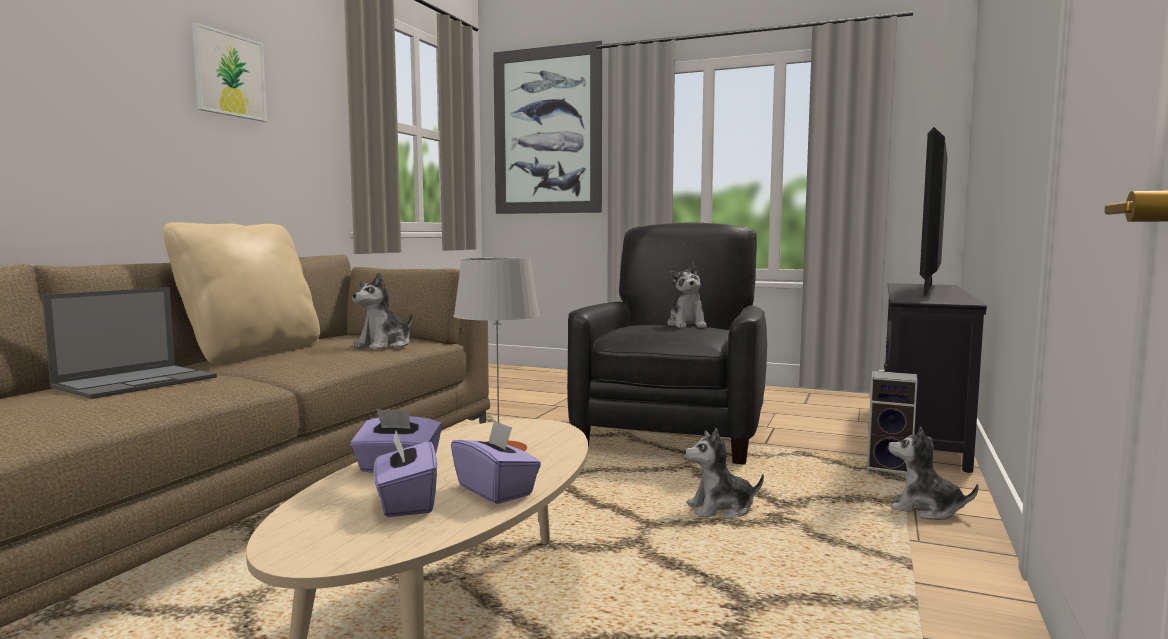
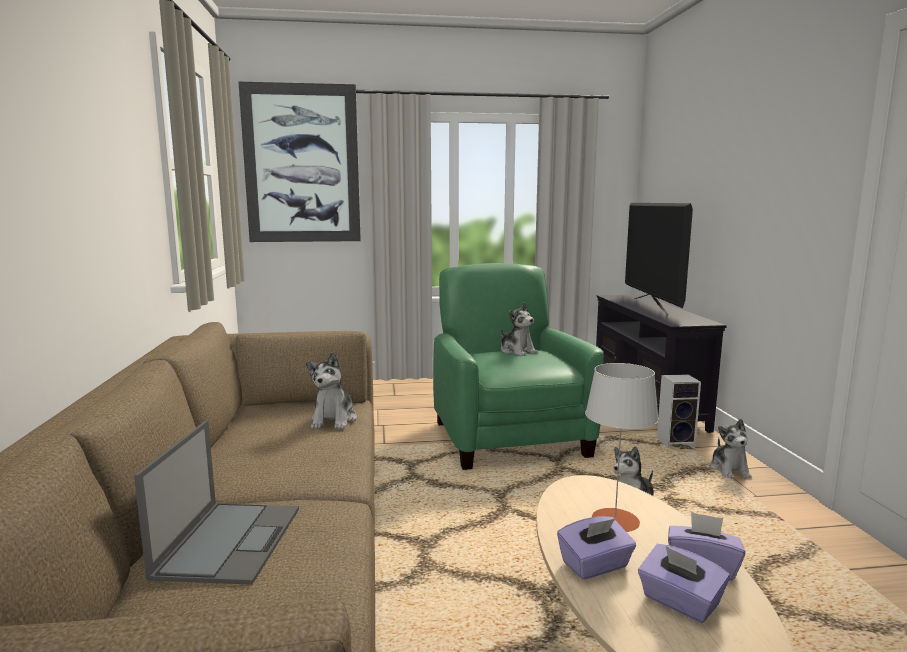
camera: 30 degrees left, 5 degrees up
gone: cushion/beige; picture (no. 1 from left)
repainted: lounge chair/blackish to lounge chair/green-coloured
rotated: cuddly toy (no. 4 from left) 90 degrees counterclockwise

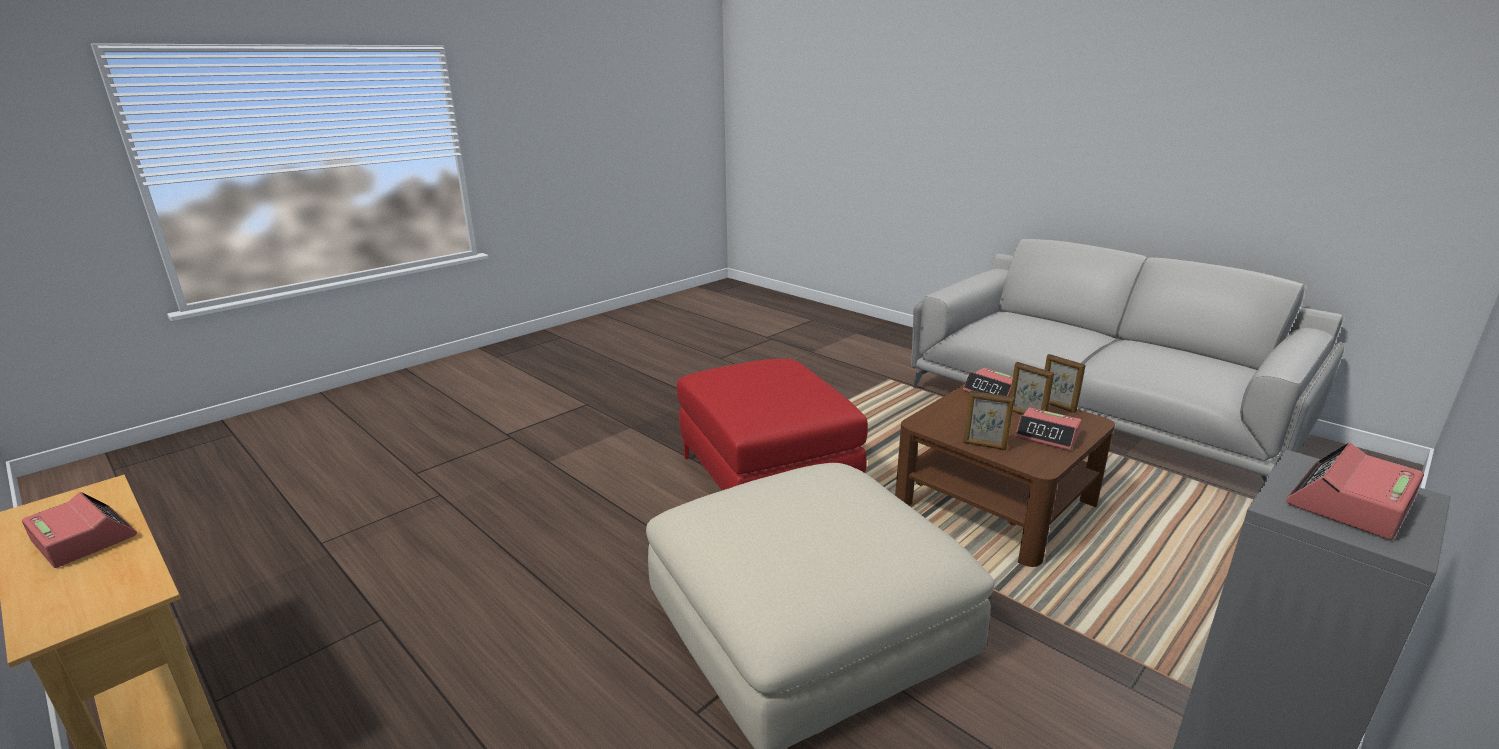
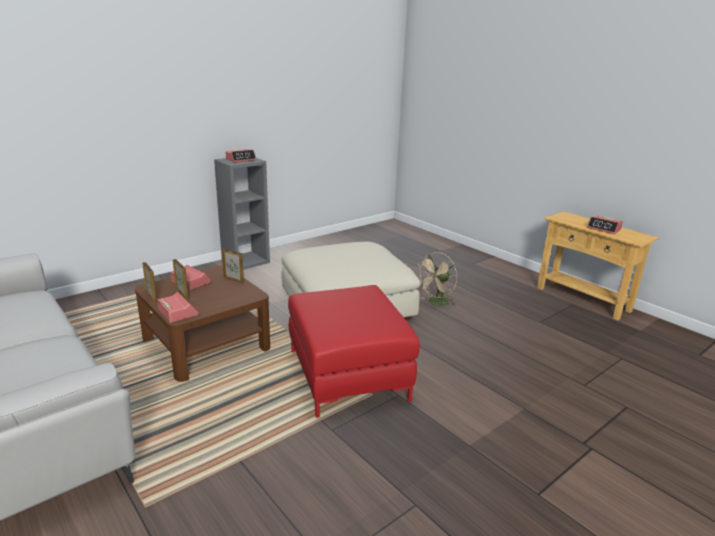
camera: 175 degrees left, 0 degrees up
new: cooling fan/beige

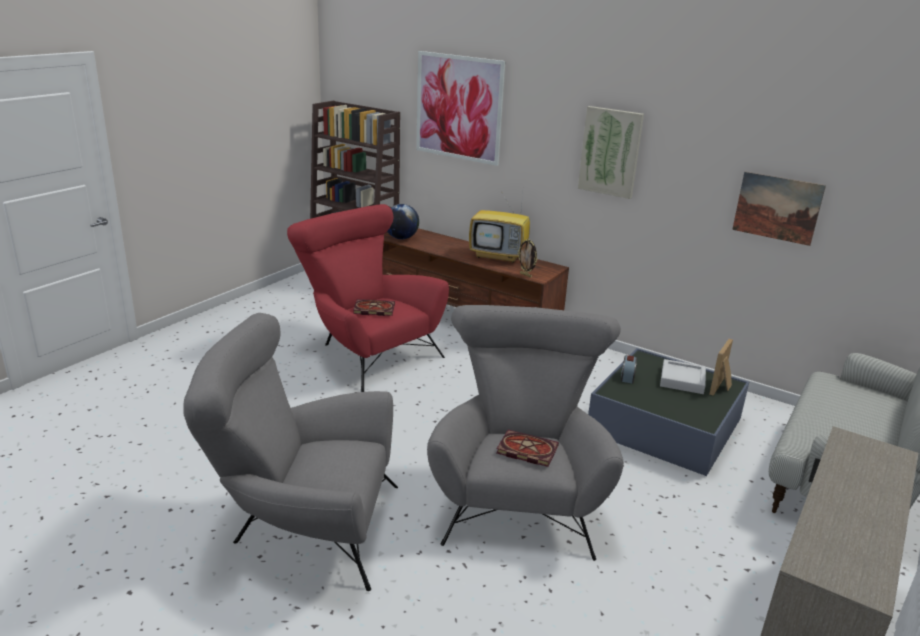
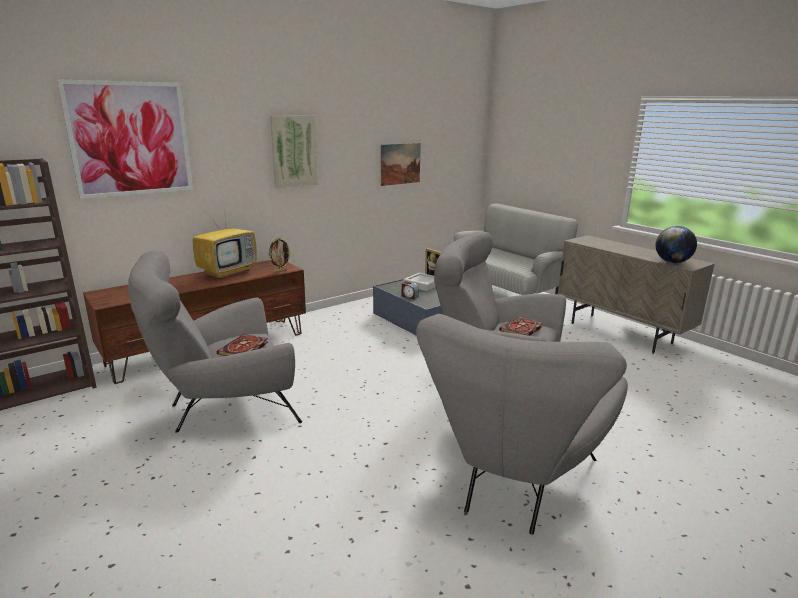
camera: 70 degrees left, 5 degrees down
shifted: desk globe
repainted: lounge chair/red to lounge chair/greyish (no. 1 from left)

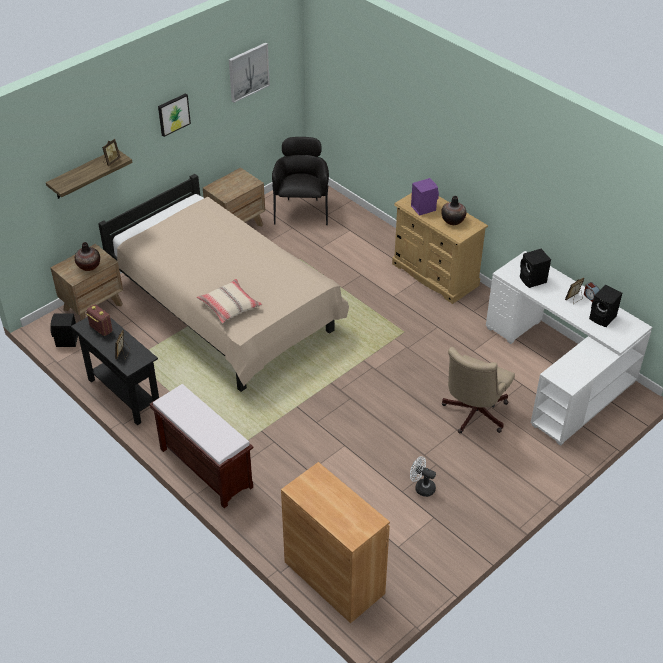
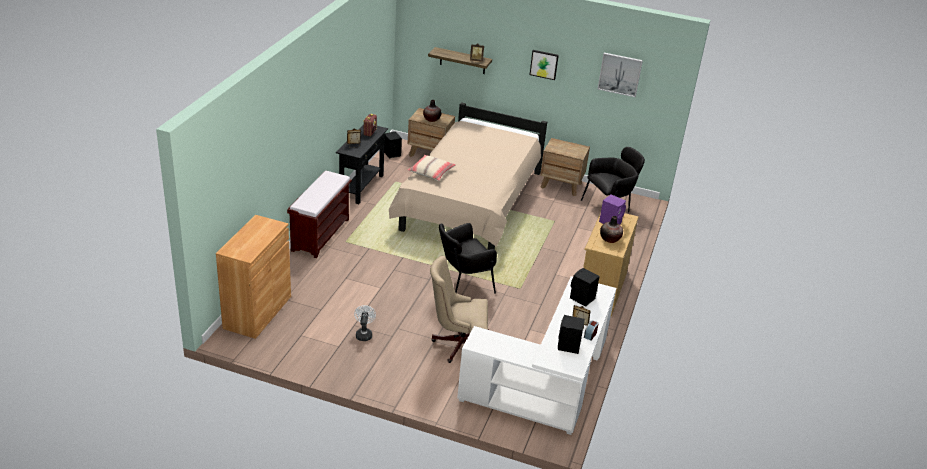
camera: 60 degrees right, 10 degrees down
new: lounge chair/blackish (no. 1 from left)

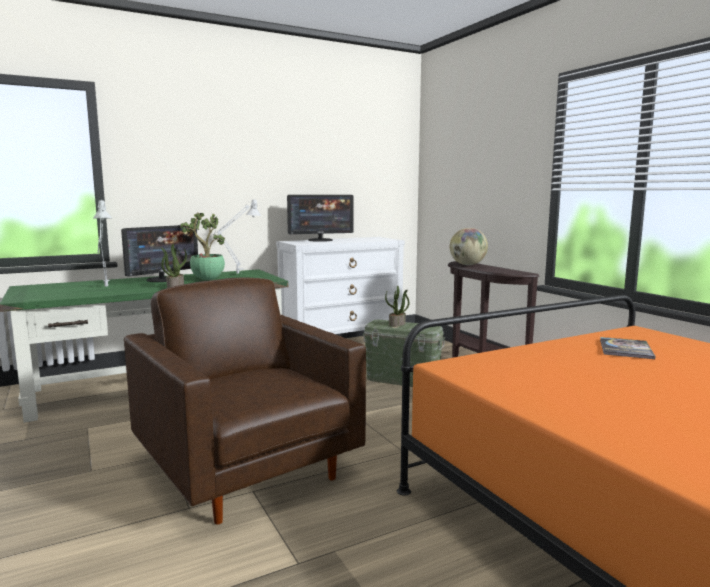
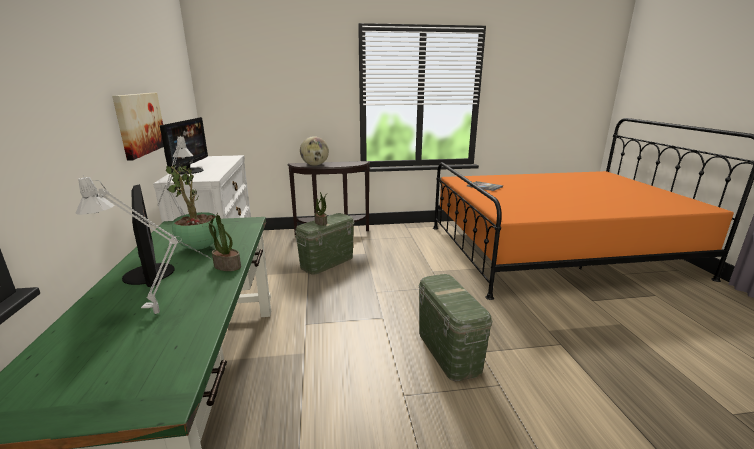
camera: 70 degrees left, 10 degrees up
new: picture
swapped: lounge chair/brown to storage box/green-coloured (no. 2 from left)

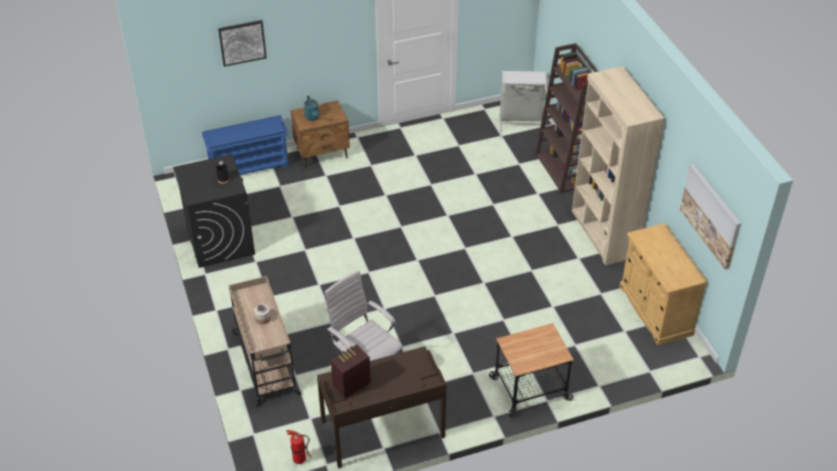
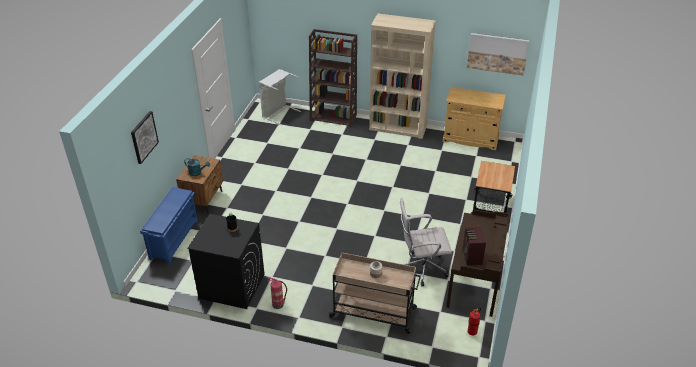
camera: 55 degrees left, 5 degrees down
new: fire-fighting cylinder (no. 1 from left)

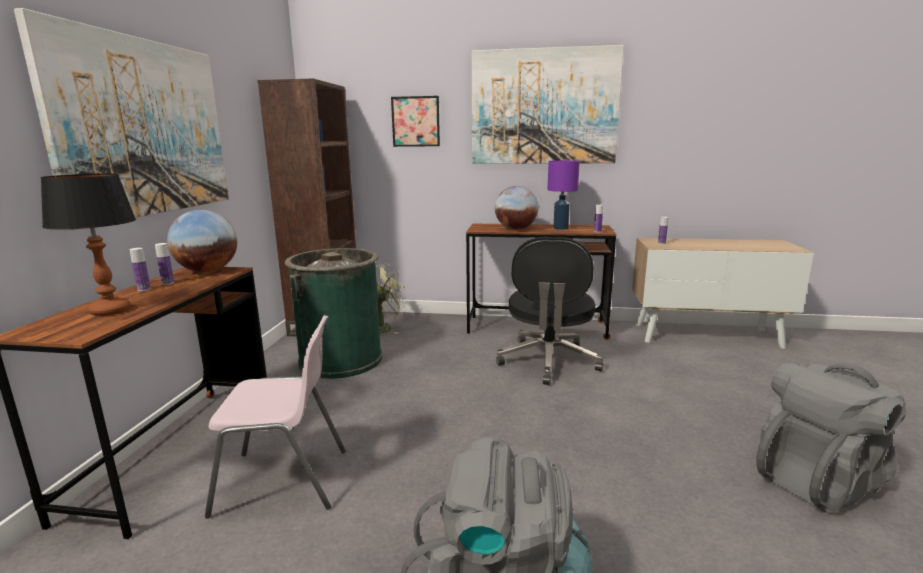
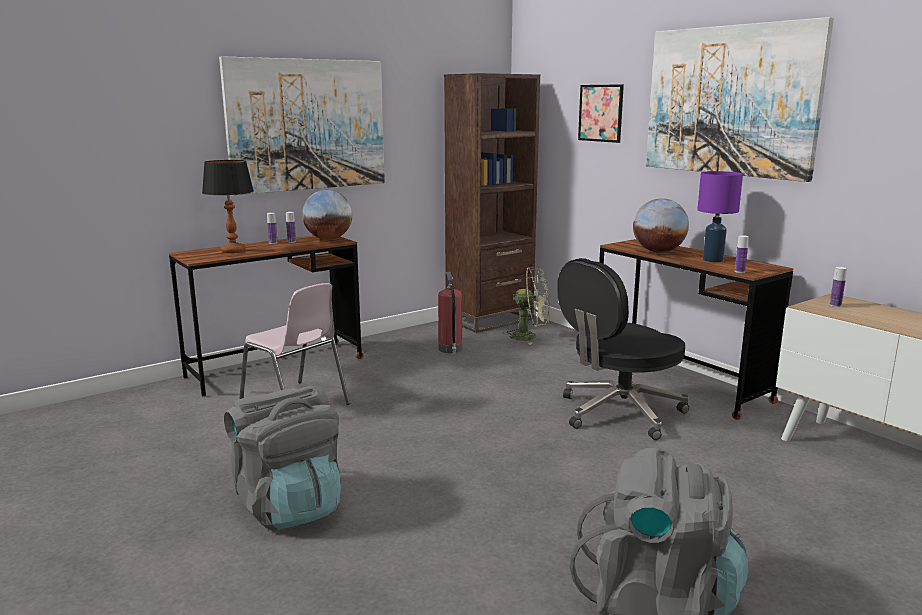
camera: 45 degrees right, 0 degrees up
swapped: rubbish bin/green-coloured to fire-fighting cylinder

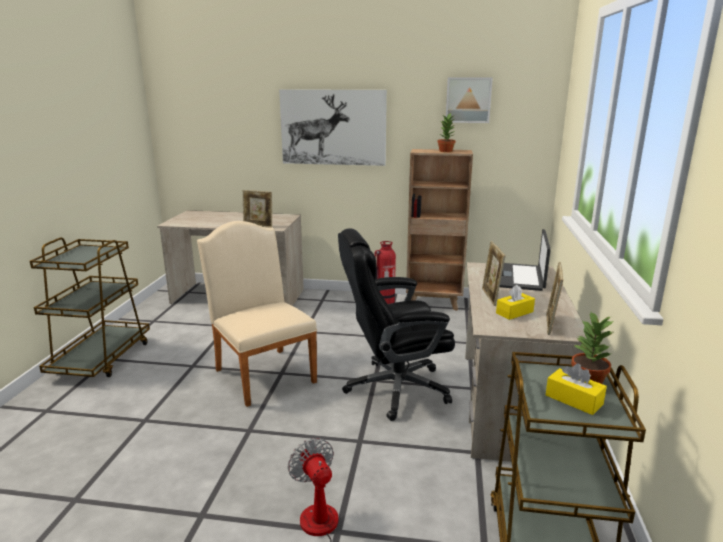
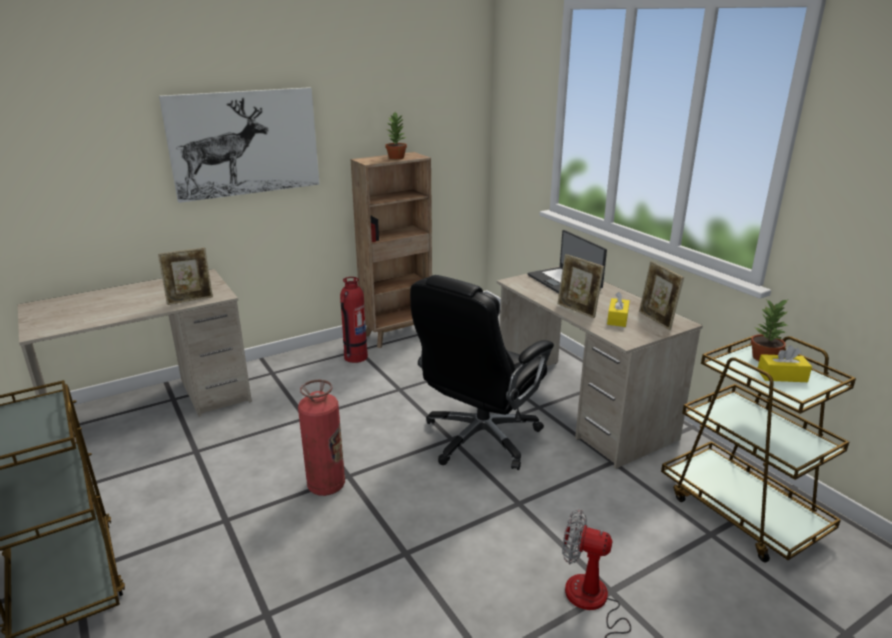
camera: 40 degrees left, 5 degrees up
gone: picture (no. 2 from left)
swapped: upright chair/beige to fire-fighting cylinder (no. 1 from left)

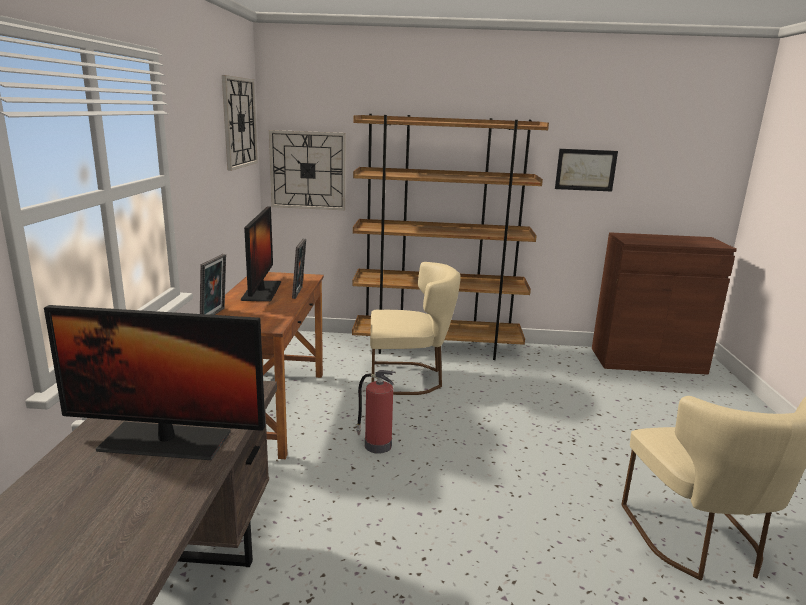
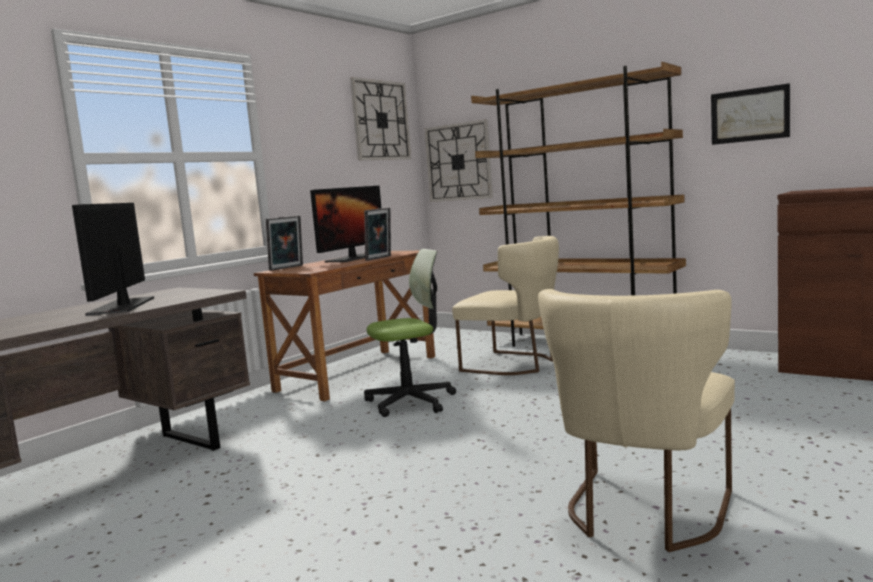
camera: 35 degrees right, 10 degrees down
swapped: fire-fighting cylinder to computer chair
rotated: computer screen (no. 1 from left) 45 degrees clockwise

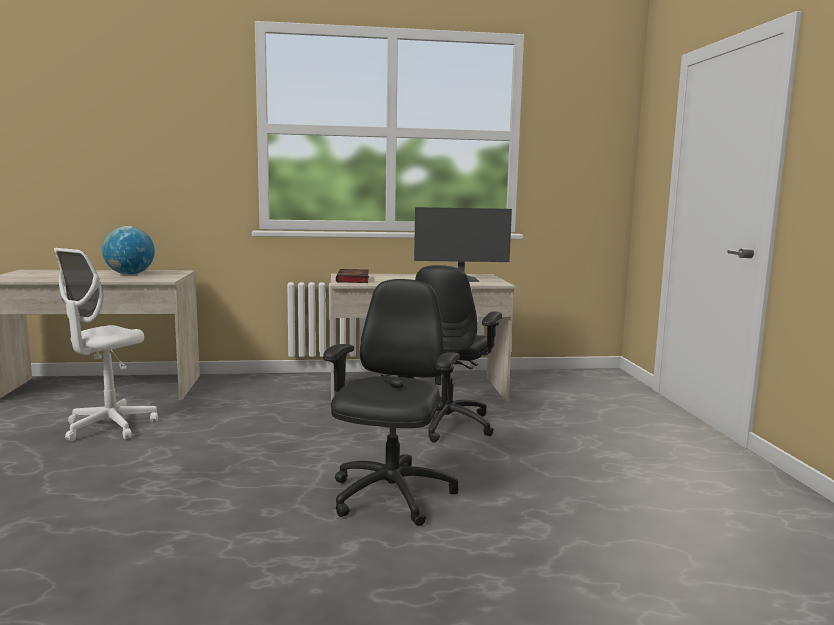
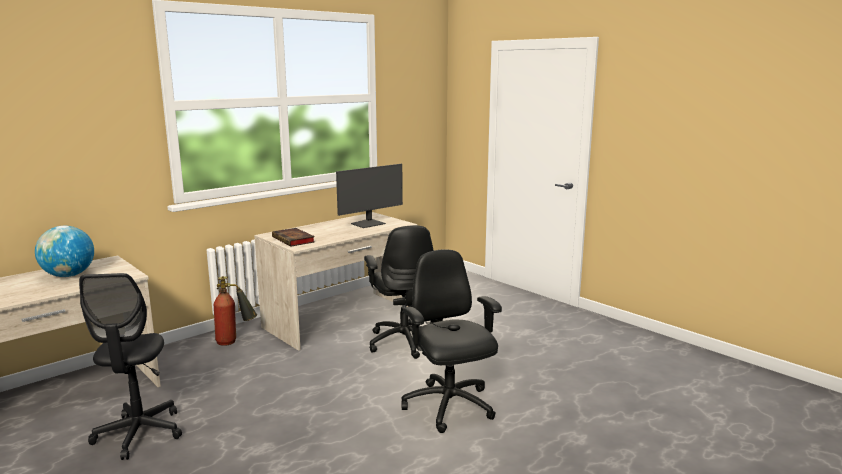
camera: 35 degrees left, 5 degrees up
new: fire-fighting cylinder
repainted: computer chair/white-coloured to computer chair/blackish (no. 1 from left)

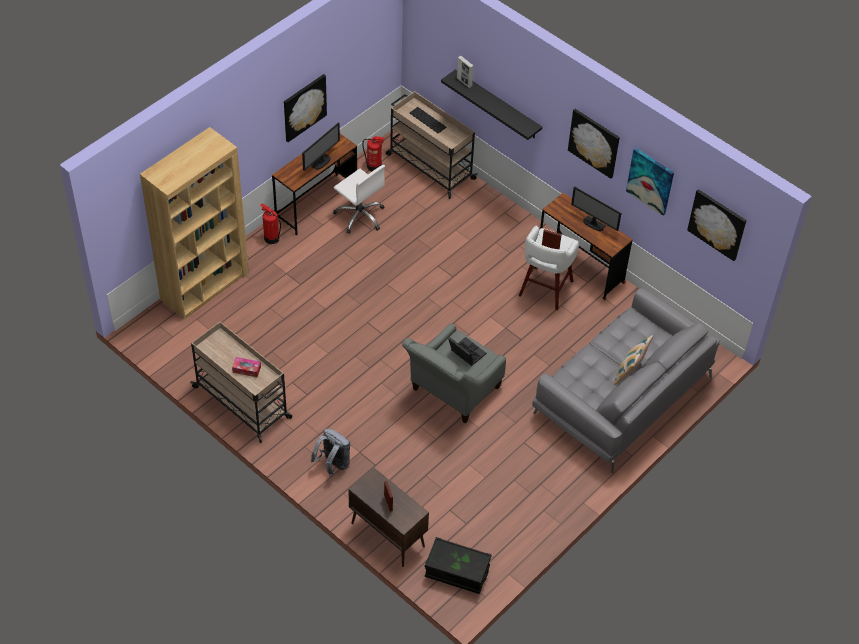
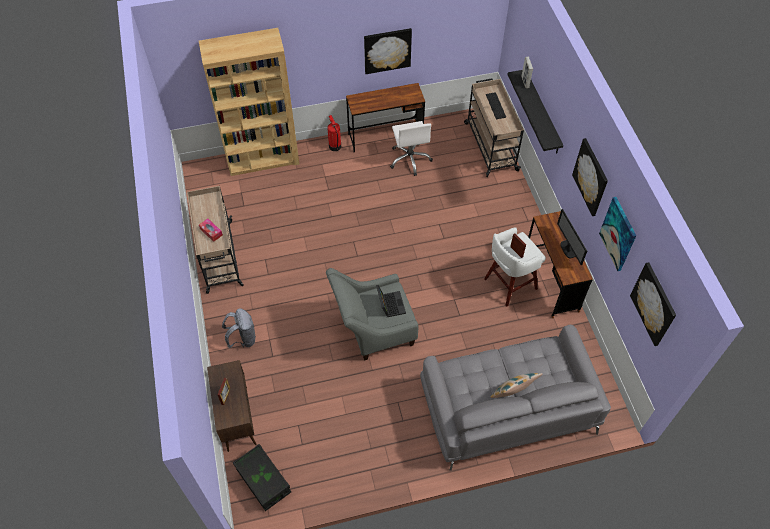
camera: 35 degrees right, 5 degrees up
gone: computer screen (no. 1 from left); fire-fighting cylinder (no. 2 from left)

